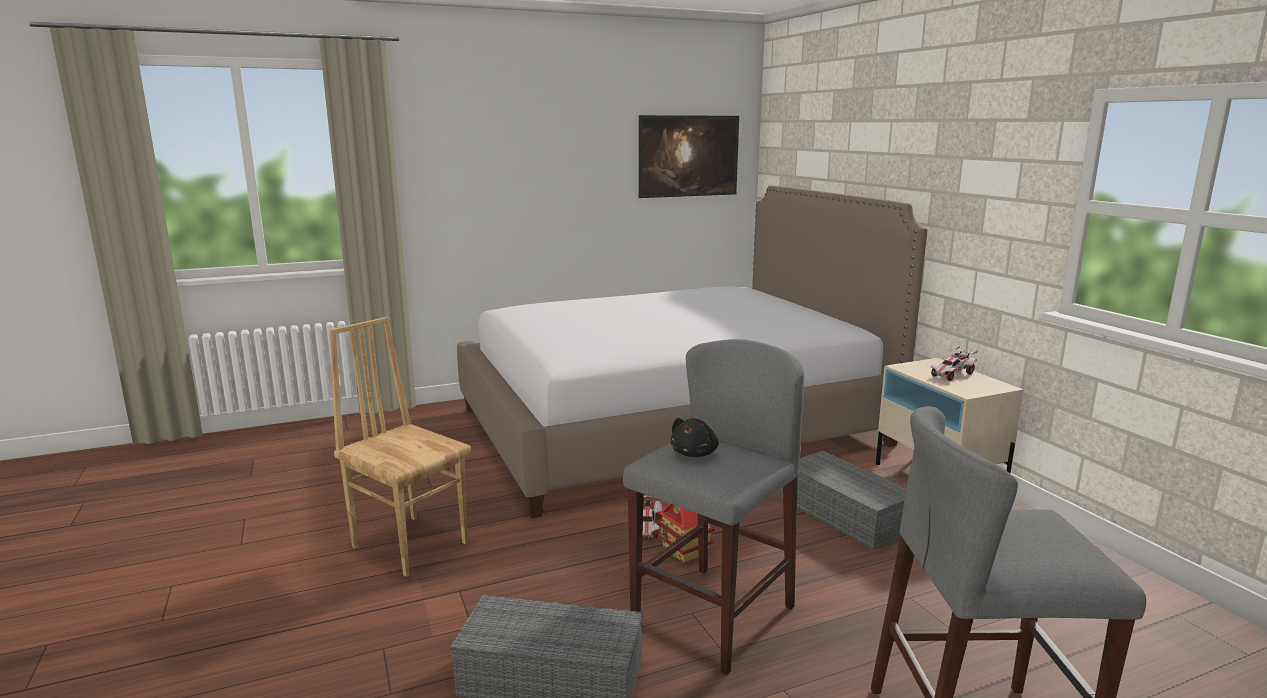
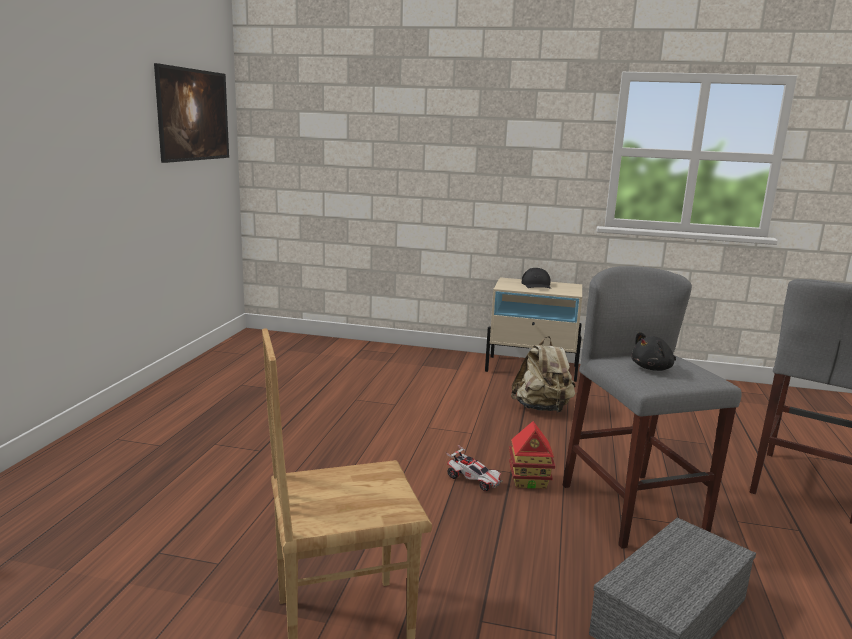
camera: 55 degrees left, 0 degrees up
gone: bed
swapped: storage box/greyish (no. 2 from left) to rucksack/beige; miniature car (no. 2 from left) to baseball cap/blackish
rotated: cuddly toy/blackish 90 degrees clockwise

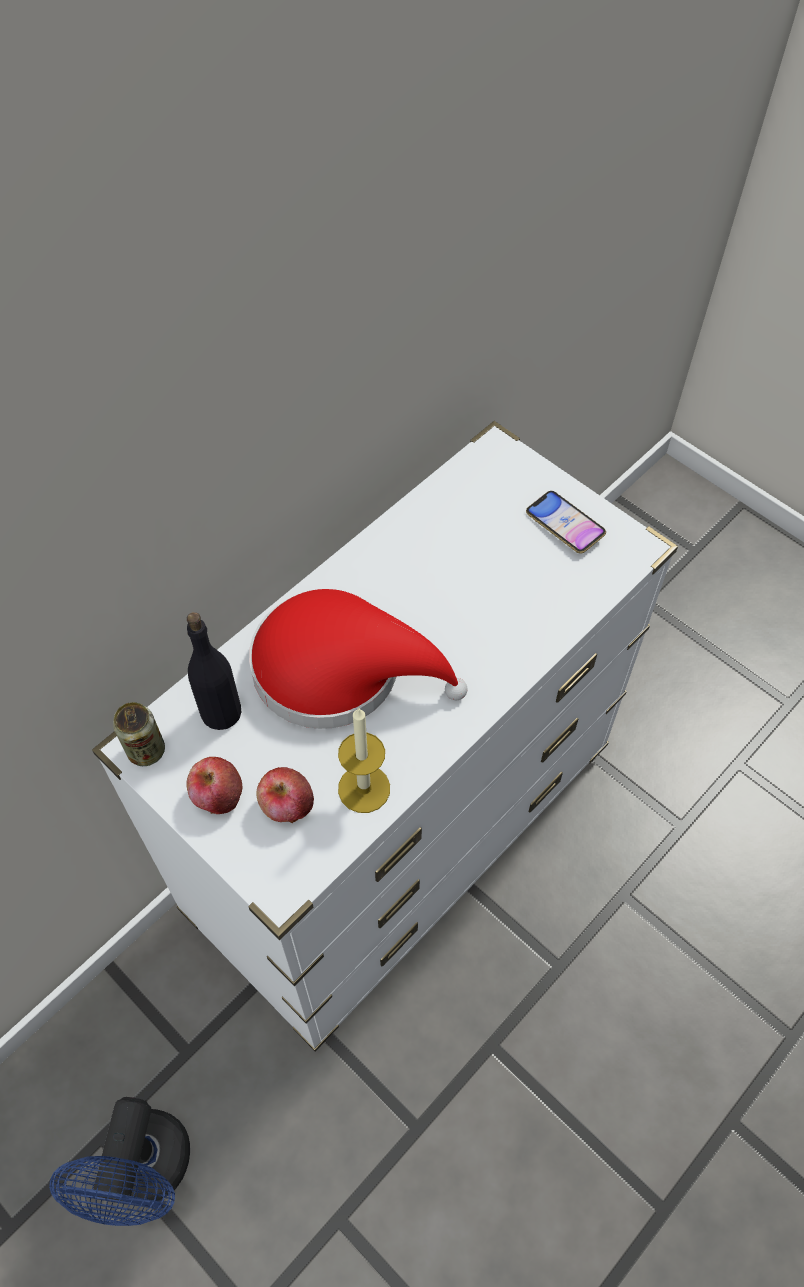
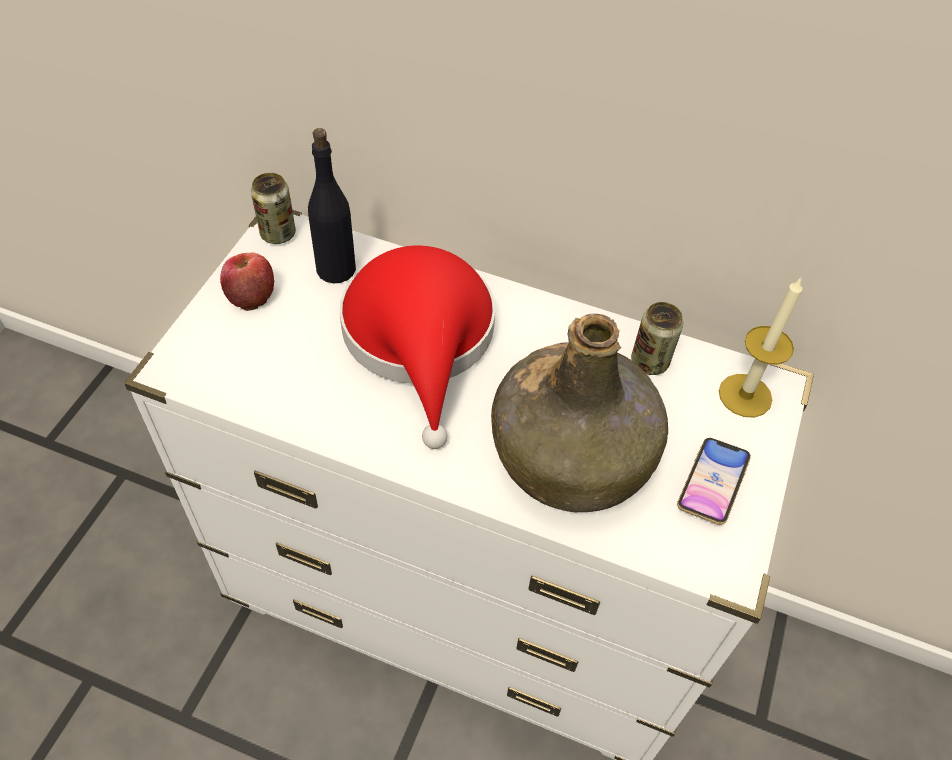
camera: 65 degrees right, 5 degrees down
gone: cooling fan/blue; whole apple (no. 2 from left)
new: bottle/green-coloured; sealed can (no. 2 from left)
shifted: wax light

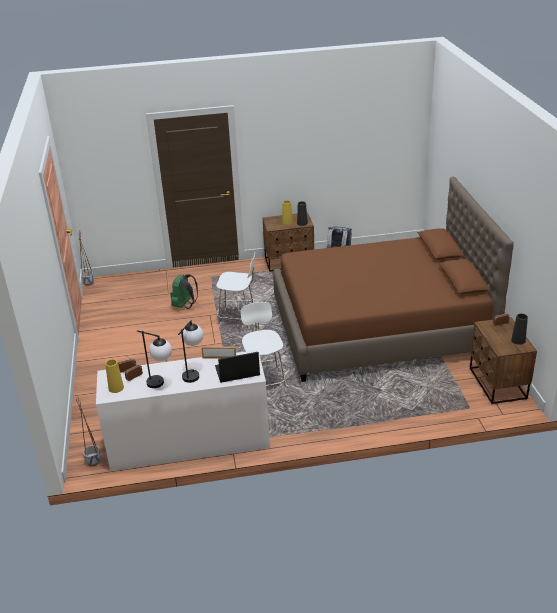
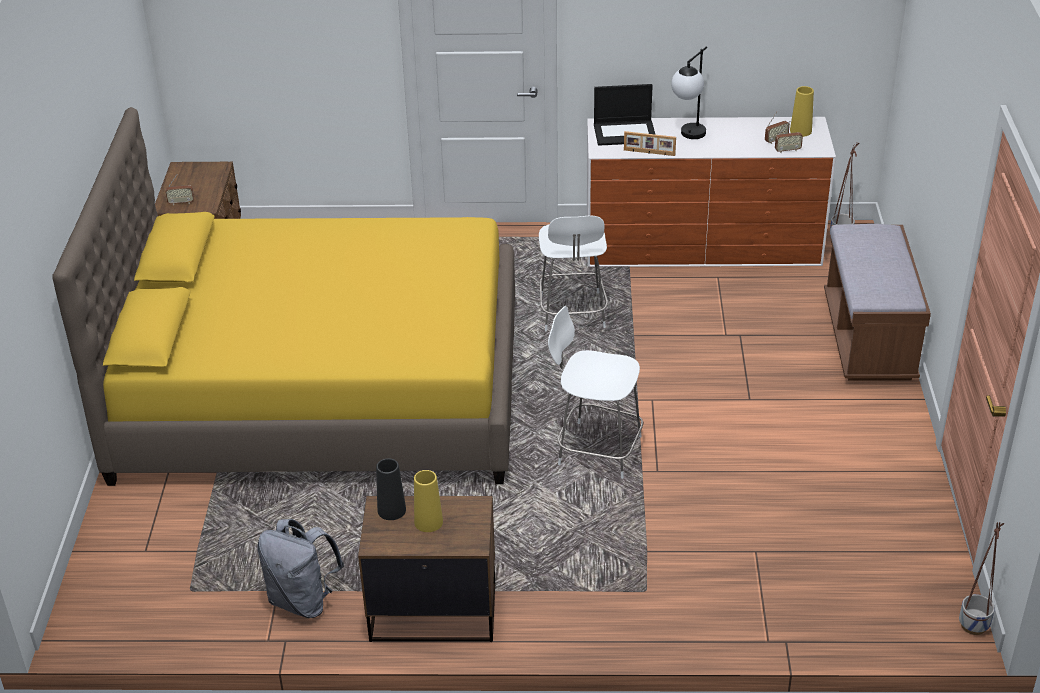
camera: 170 degrees left, 5 degrees up
gone: lamp for a table (no. 1 from left); rucksack/green-coloured; vase/blackish (no. 2 from left)
new: long seat/brown
repainted: bed/brown to bed/yellow-coloured

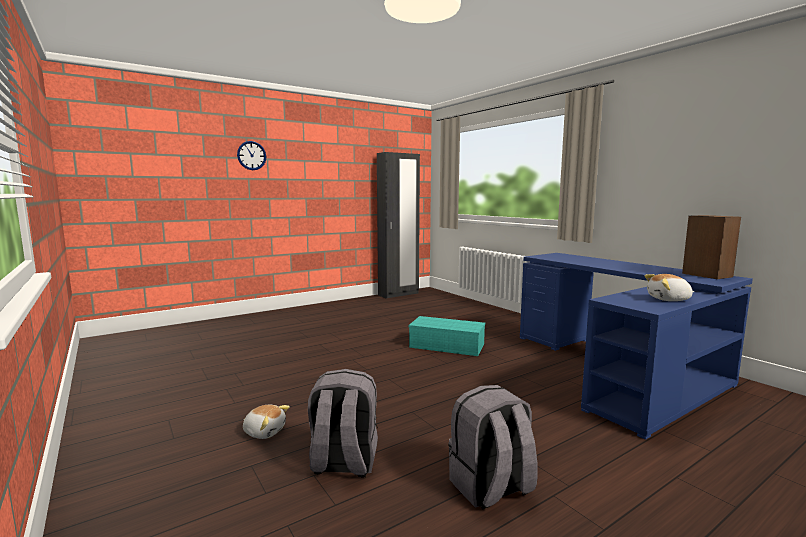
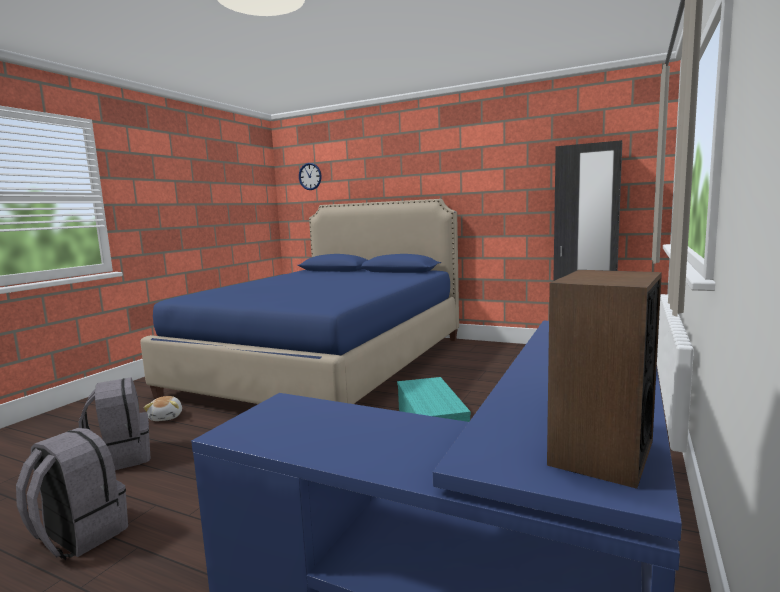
camera: 60 degrees right, 0 degrees up
gone: cuddly toy (no. 2 from left)
new: bed/blue
shifted: hanging clock

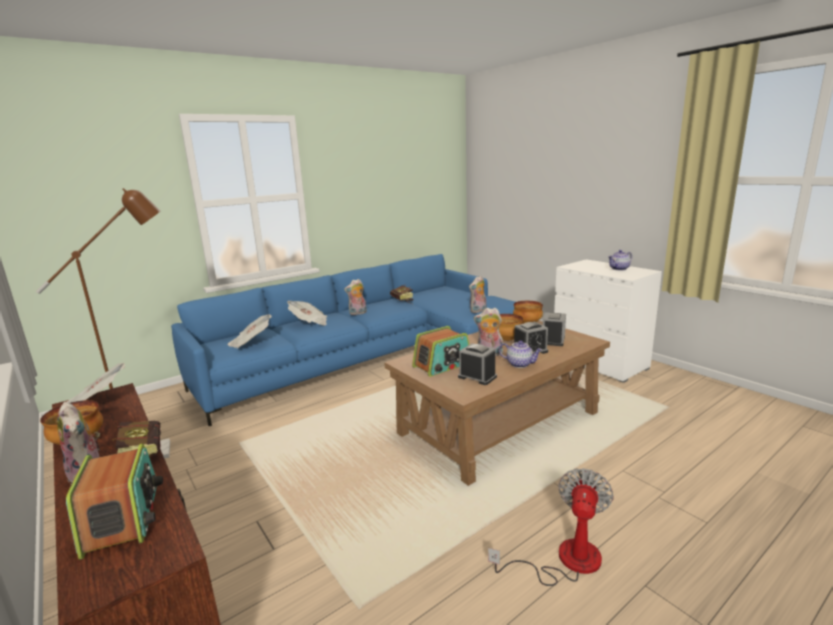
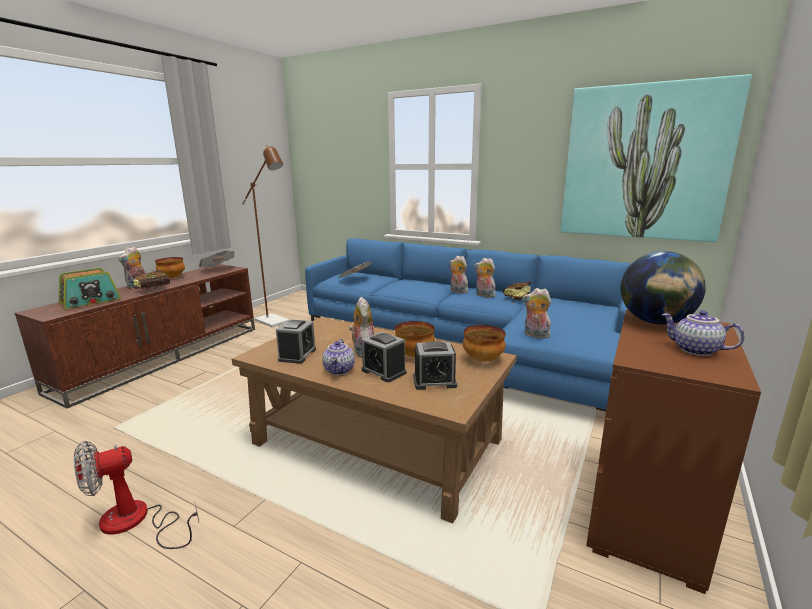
camera: 65 degrees right, 0 degrees up
gone: daily paper (no. 3 from left); radio receiver (no. 2 from left)
new: cuddly toy (no. 4 from left); picture; desk globe
repainted: drawer chest/white-coloured to drawer chest/brown
rotated: cooling fan 150 degrees clockwise

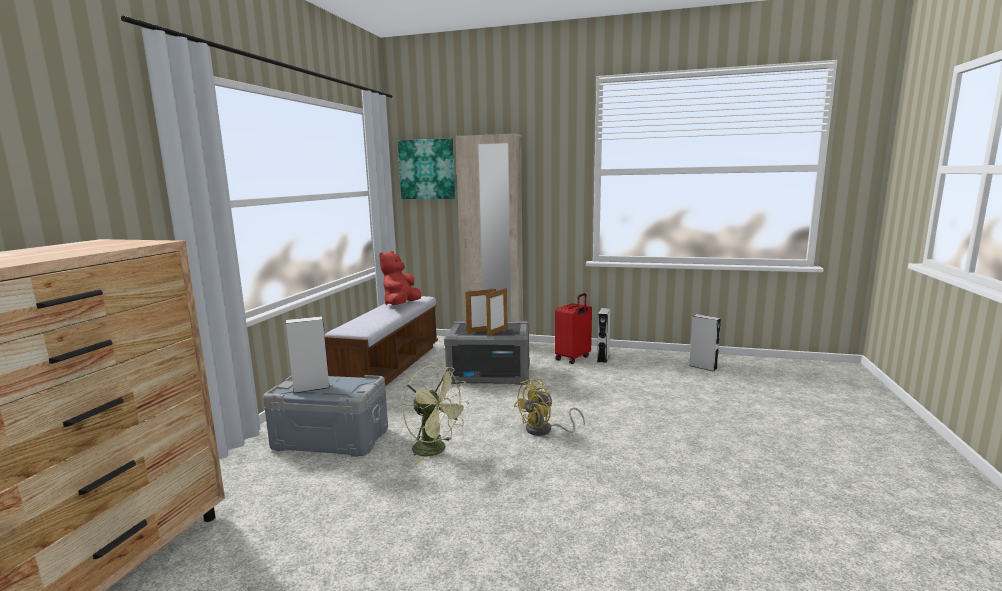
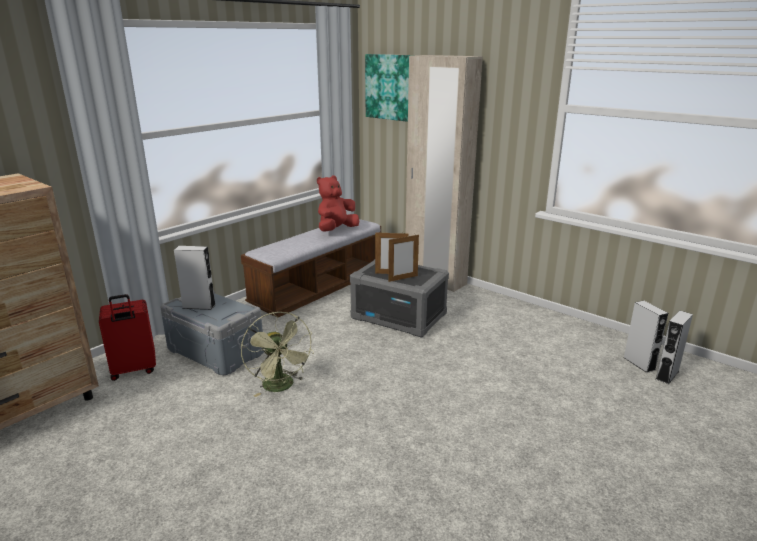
camera: 25 degrees right, 10 degrees up
gone: cooling fan/yellow-coloured
shifted: piece of luggage/red; speaker/greyish (no. 2 from left in the first image) to speaker/greyish (no. 3 from left)

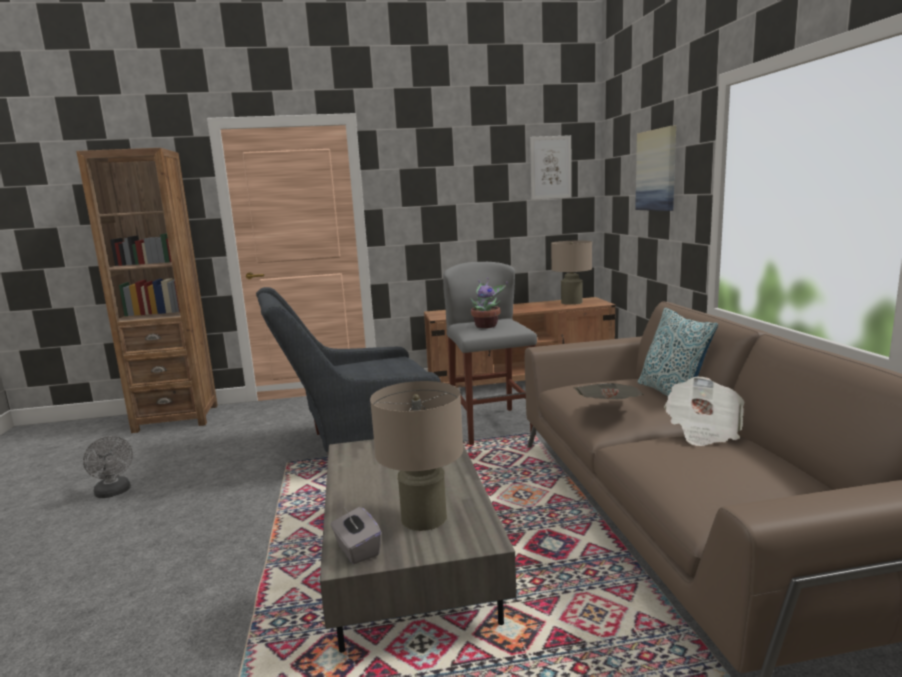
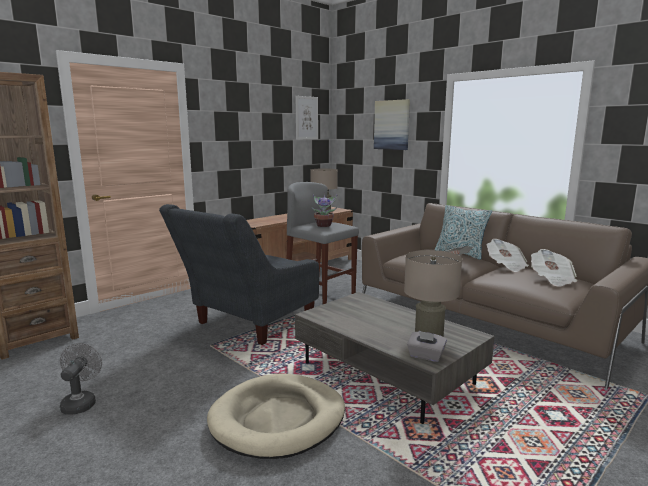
camera: 35 degrees left, 0 degrees up
new: pet bed/beige; daily paper (no. 3 from left)
rotated: cooling fan/greyish 105 degrees counterclockwise

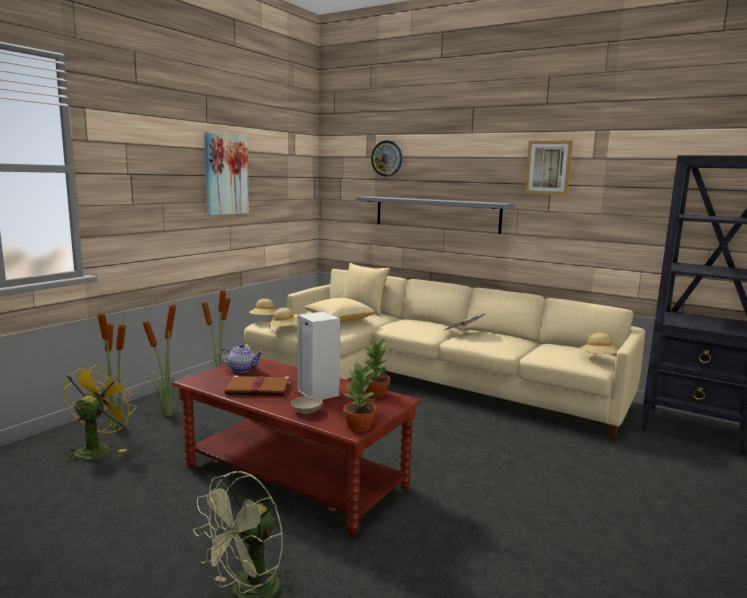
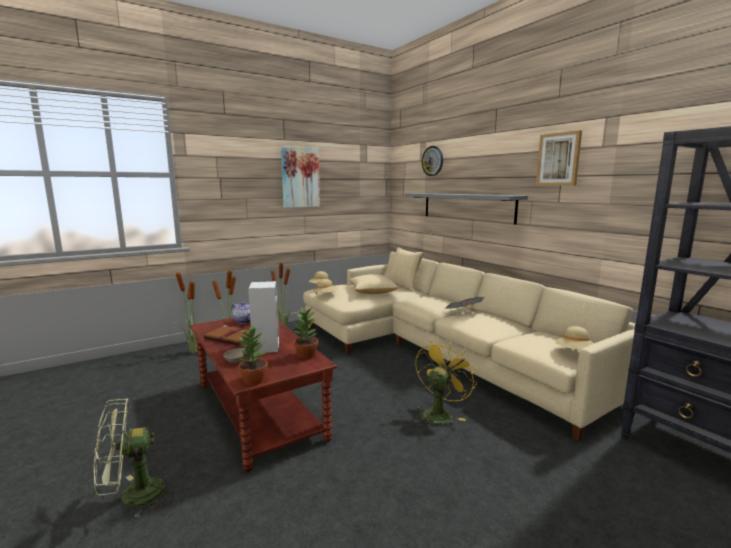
camera: 25 degrees right, 0 degrees up
shifted: cooling fan/yellow-coloured

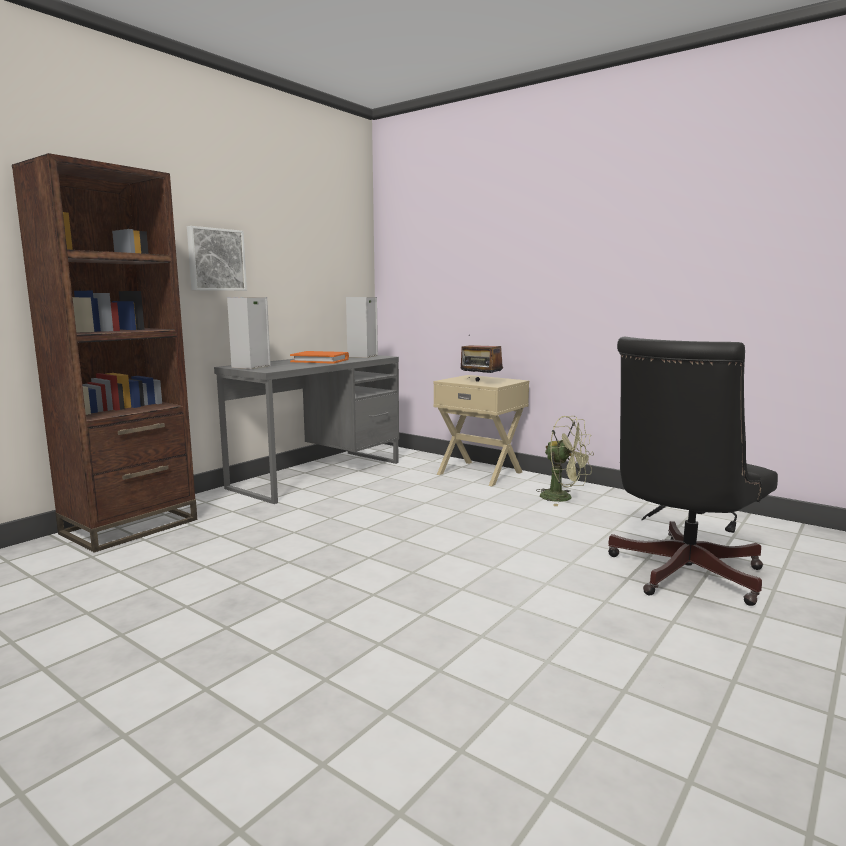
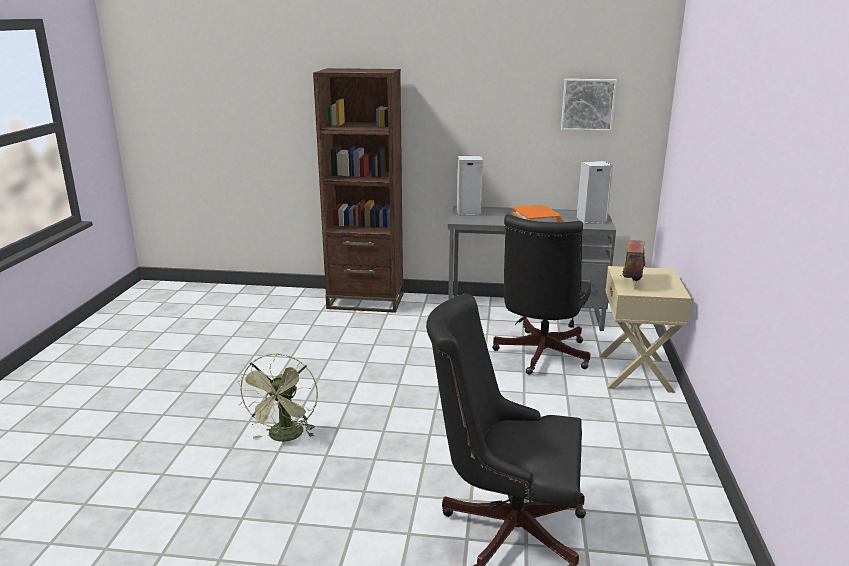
camera: 60 degrees right, 10 degrees up
new: computer chair/blackish (no. 2 from left)
shifted: cooling fan/green-coloured; picture

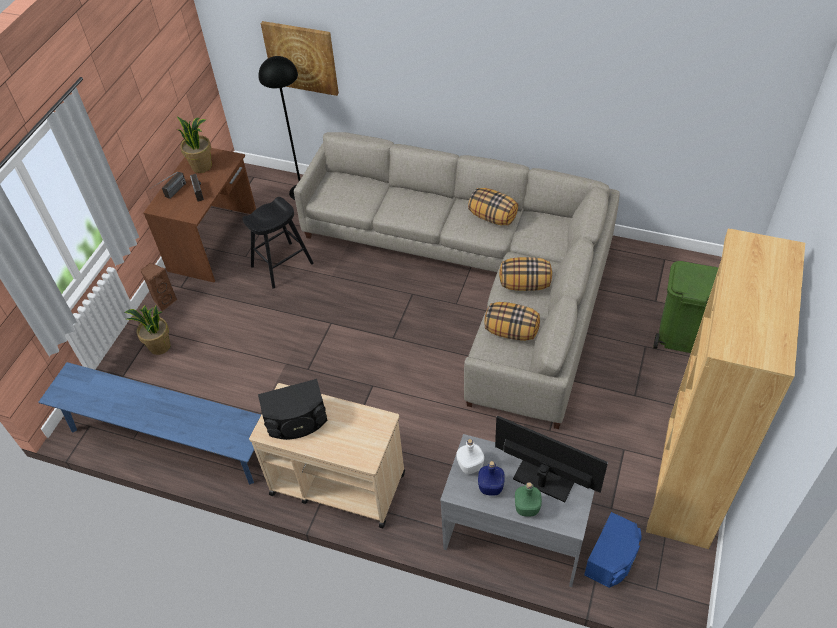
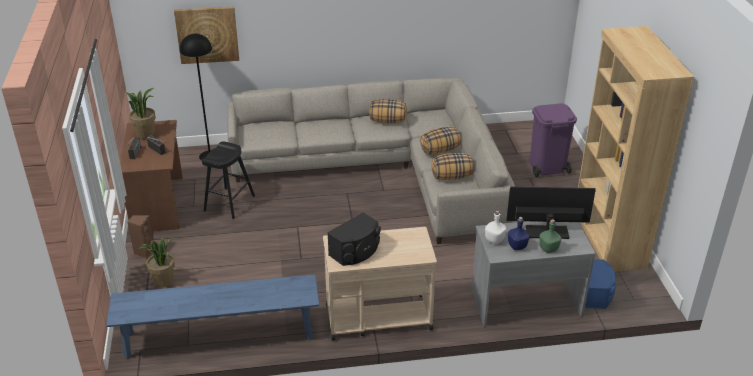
camera: 30 degrees left, 15 degrees down
repainted: rubbish bin/green-coloured to rubbish bin/purplish

